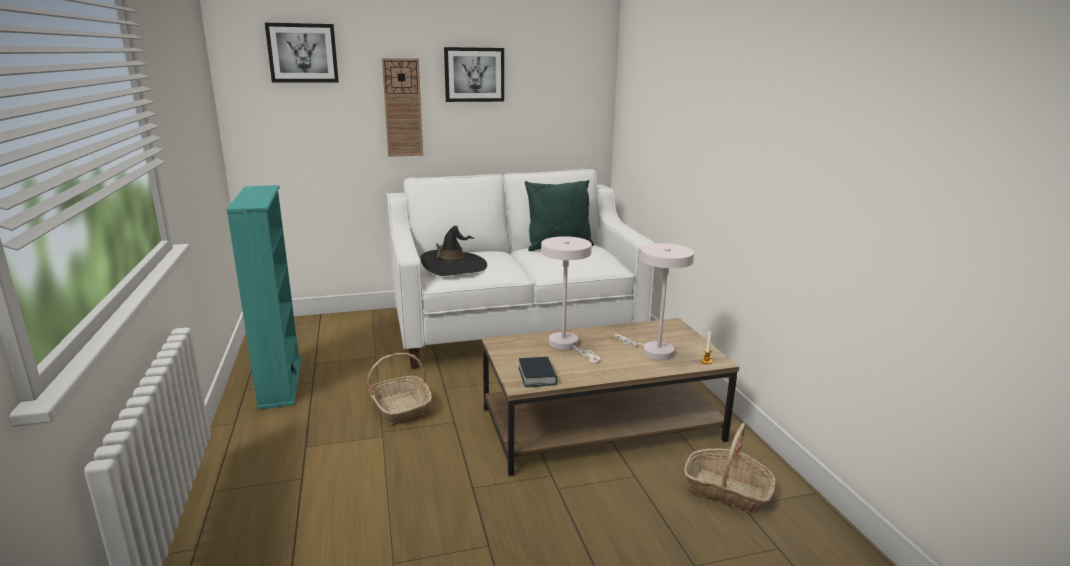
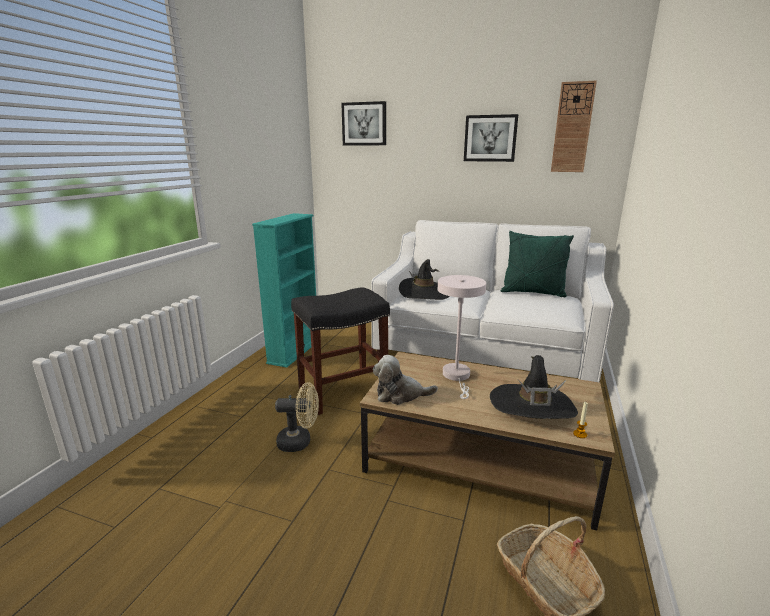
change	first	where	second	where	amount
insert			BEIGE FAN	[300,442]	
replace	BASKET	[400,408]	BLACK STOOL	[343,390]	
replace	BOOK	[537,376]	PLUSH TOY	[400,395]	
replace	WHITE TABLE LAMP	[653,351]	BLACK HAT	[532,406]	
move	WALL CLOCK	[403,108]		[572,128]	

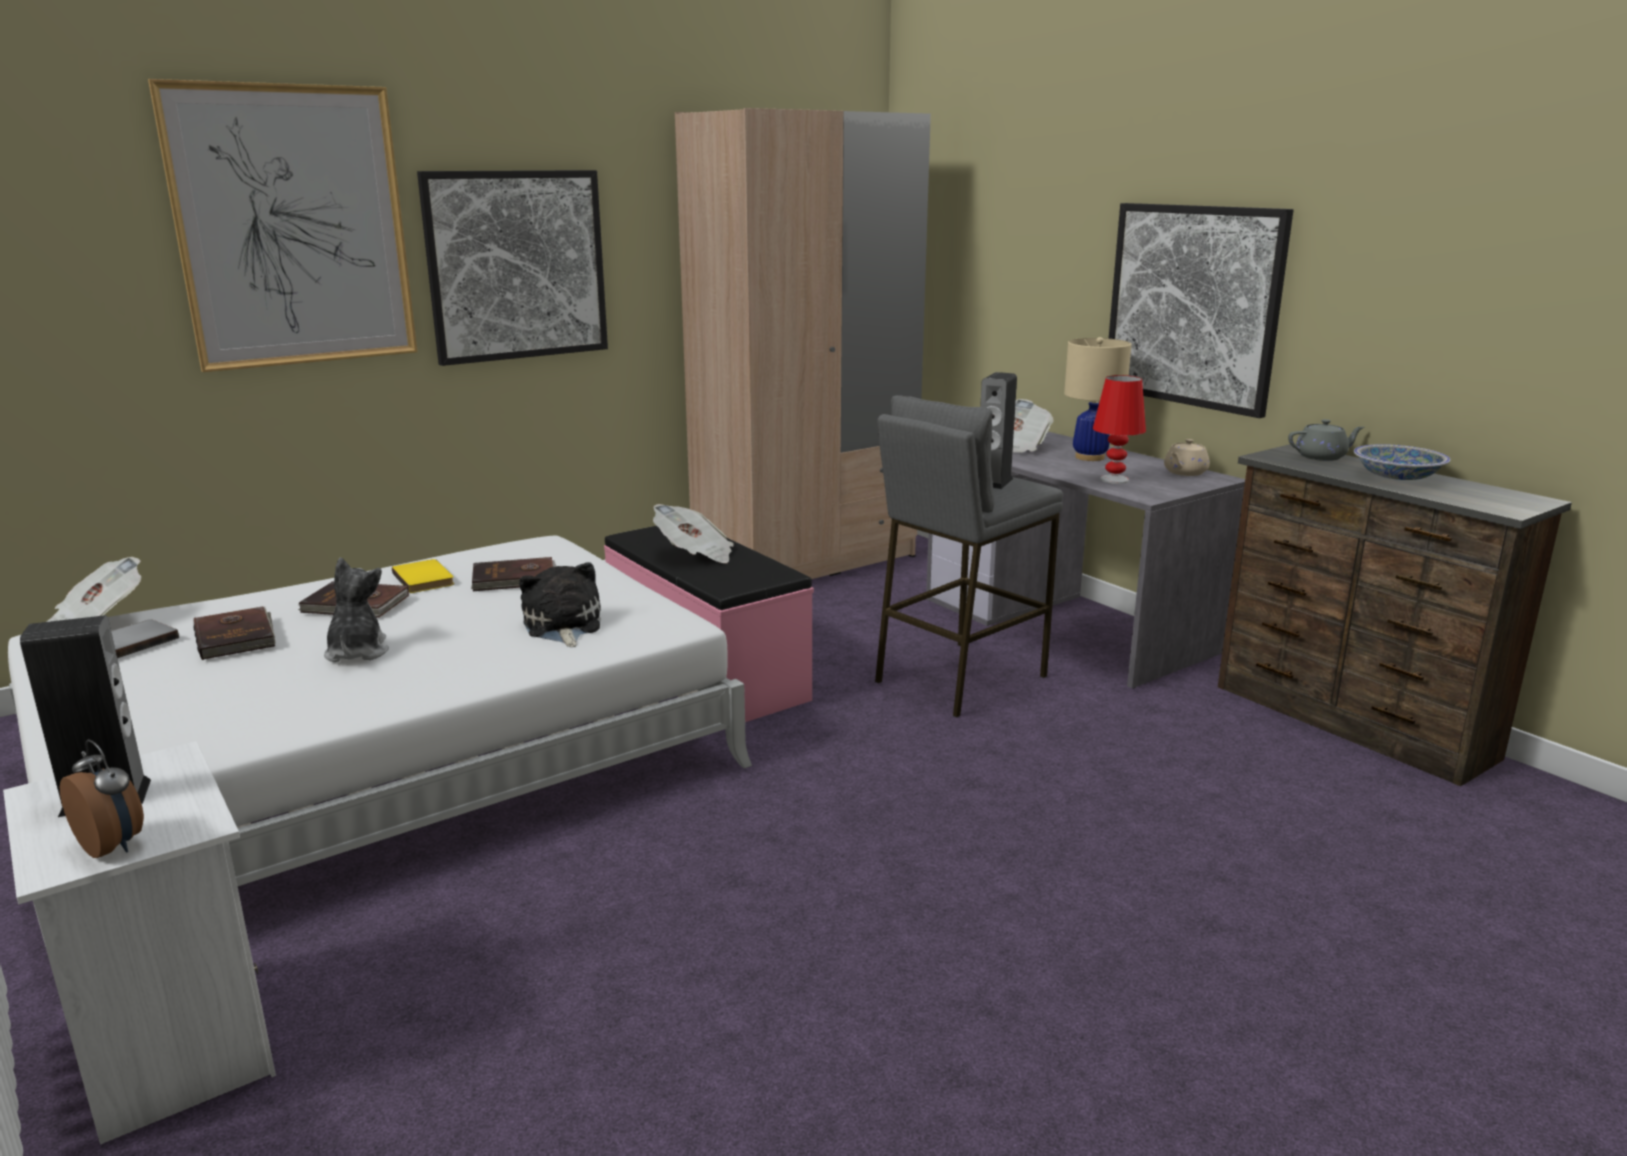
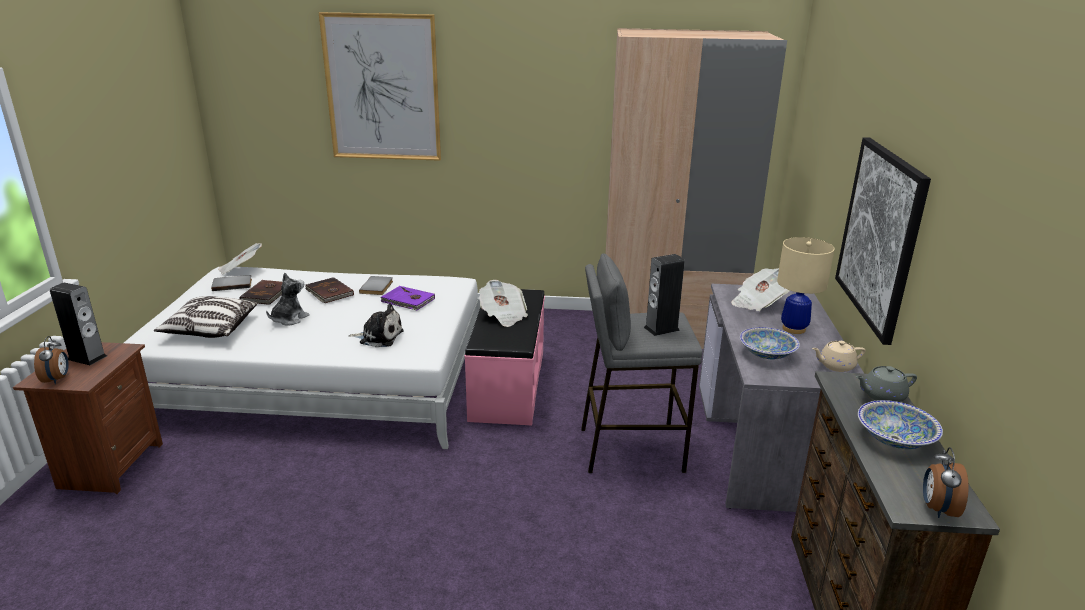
change	first	where	second	where	amount
recolor	WHITE NIGHTSTAND	[170,1052]	BROWN NIGHTSTAND	[109,466]	
insert			PILLOW	[210,329]	
rotate	PLUSH TOY	[562,626]		[379,337]	75 degrees clockwise
recolor	YELLOW BOOK	[426,578]	GREY BOOK	[378,287]	
recolor	BROWN BOOK	[515,579]	PURPLE BOOK	[408,300]	
replace	RED TABLE LAMP	[1114,480]	BOWL	[767,354]	
rotate	GREY TEAPOT	[1322,457]		[882,396]	135 degrees clockwise
insert			ALARM CLOCK	[937,509]	
delete	PICTURE	[517,265]			

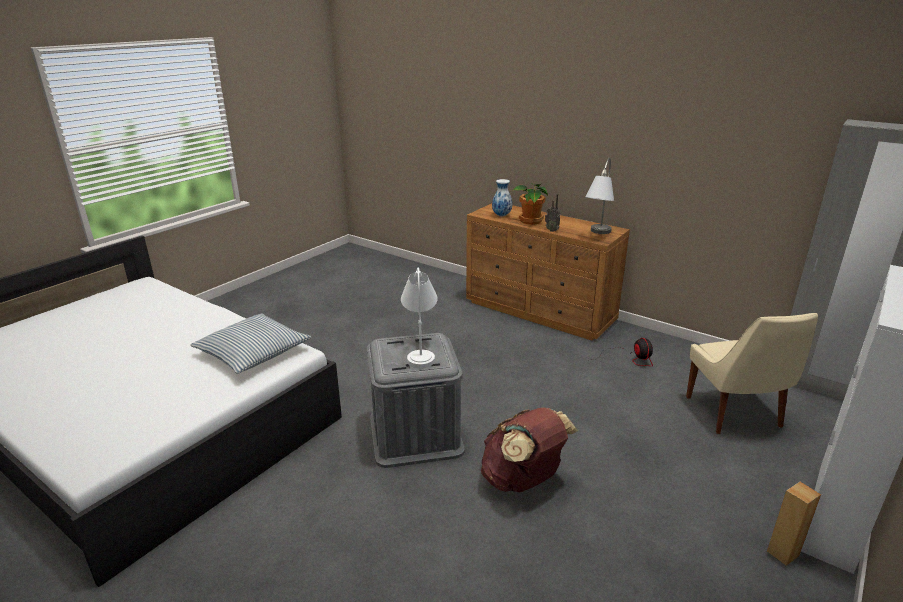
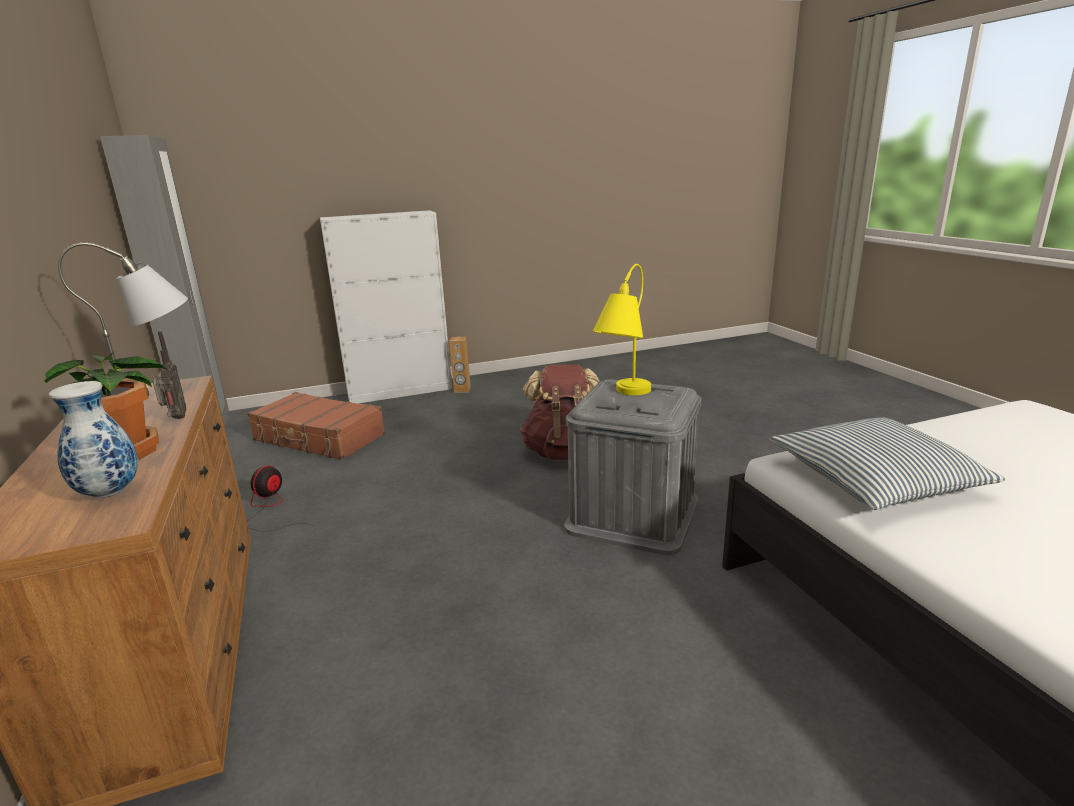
change	first	where	second	where	amount
replace	BEIGE CHAIR	[734,414]	BROWN SUITCASE	[319,438]	
recolor	WHITE TABLE LAMP	[421,350]	YELLOW TABLE LAMP	[623,397]	

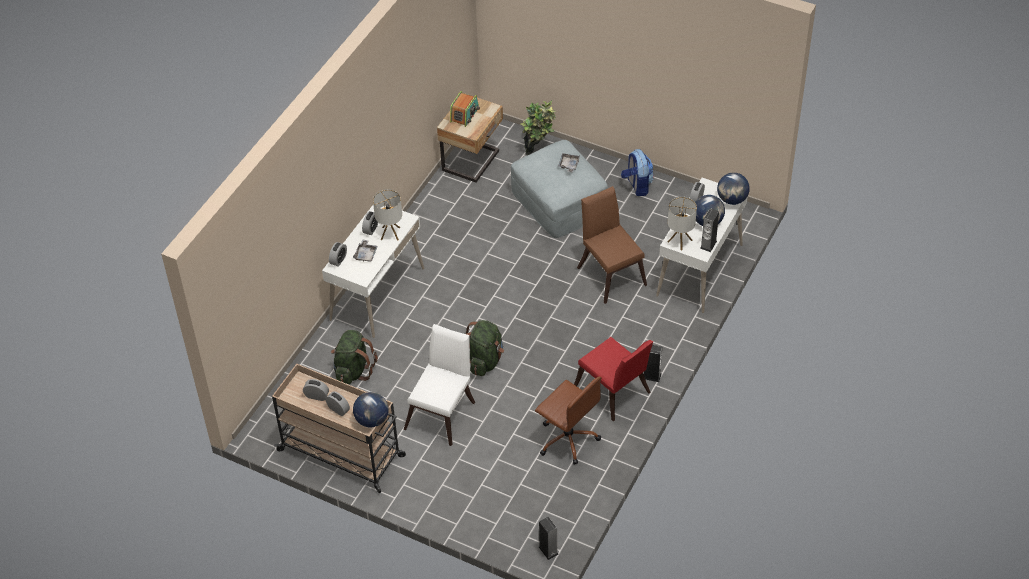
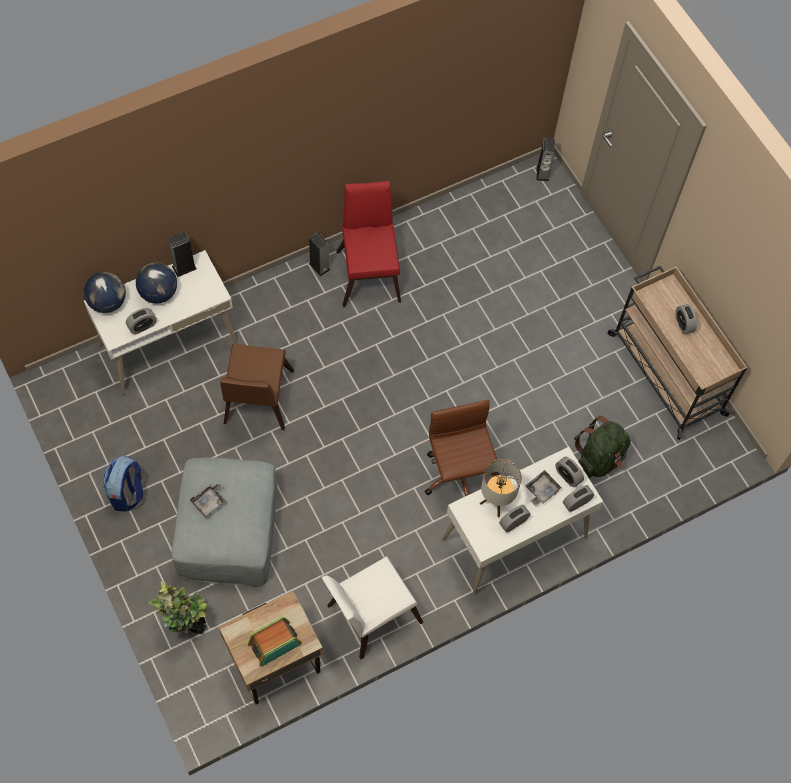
change	first	where	second	where	amount
move	WHITE CHAIR	[443,412]		[368,616]	
move	BROWN OFFICE CHAIR	[567,438]		[459,476]	
move	ALARM CLOCK	[316,396]		[568,476]	
delete	GLOBE	[372,420]			
delete	GREEN BACKPACK	[484,360]			
delete	TABLE LAMP	[680,241]			

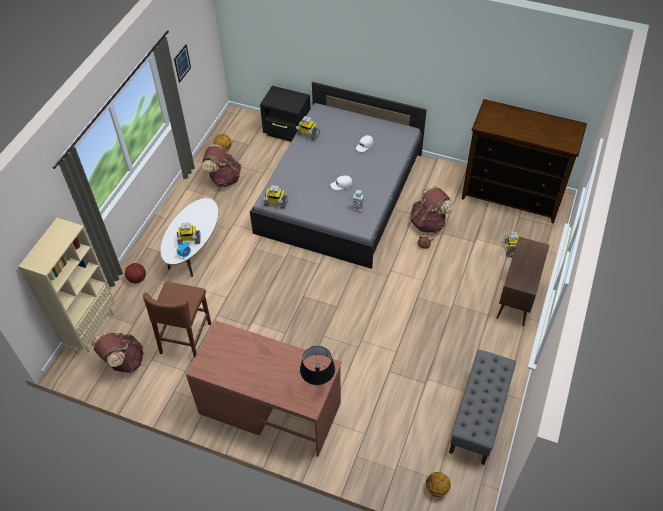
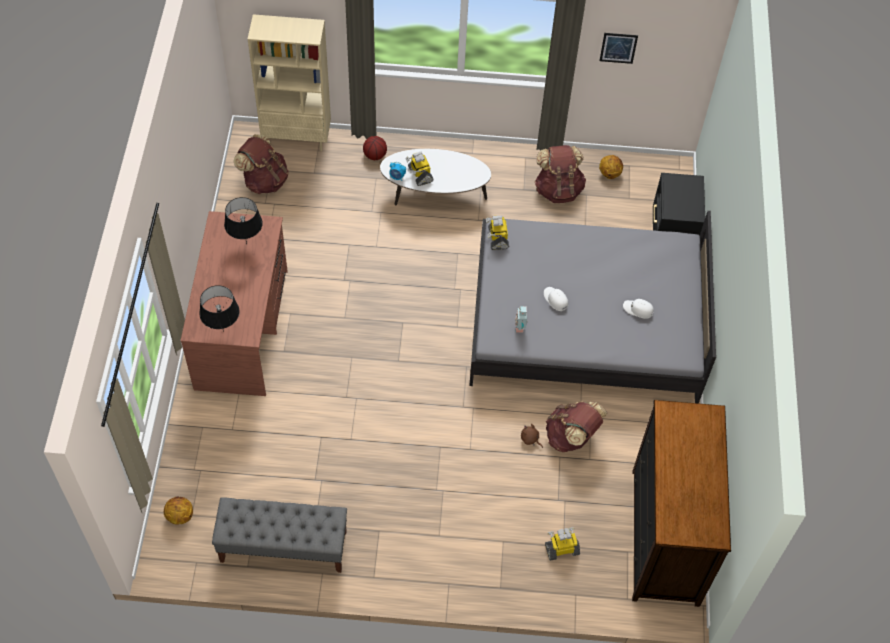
change	first	where	second	where	amount
insert			BLACK TABLE LAMP	[246,244]	
delete	BROWN STOOL	[186,338]			
delete	TOY ROBOT	[308,134]			
delete	BROWN CABINET	[516,299]			

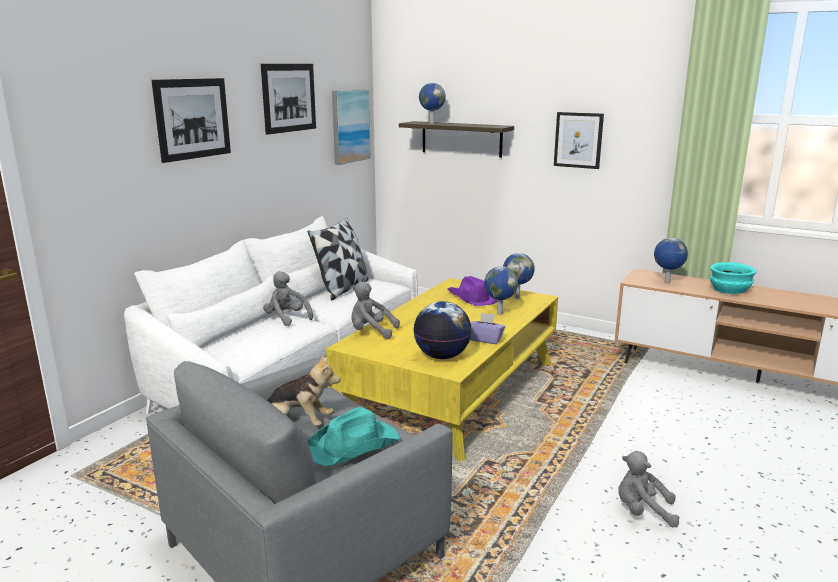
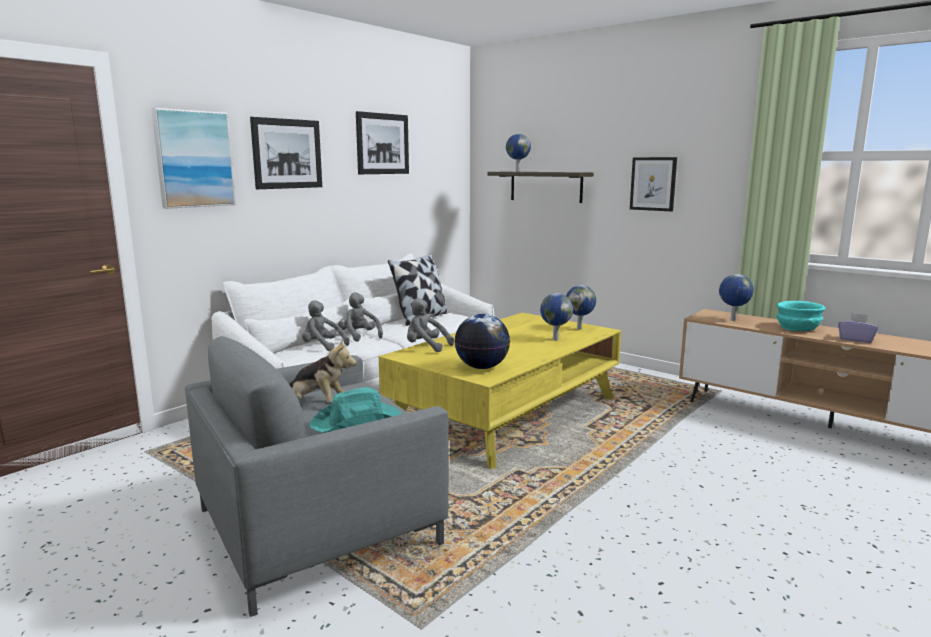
change	first	where	second	where	amount
move	PICTURE	[350,126]		[194,159]	
move	GREY PLUSH TOY	[642,511]		[322,346]	
move	PURPLE TISSUE BOX	[485,339]		[855,339]	
delete	PURPLE HAT	[472,298]			

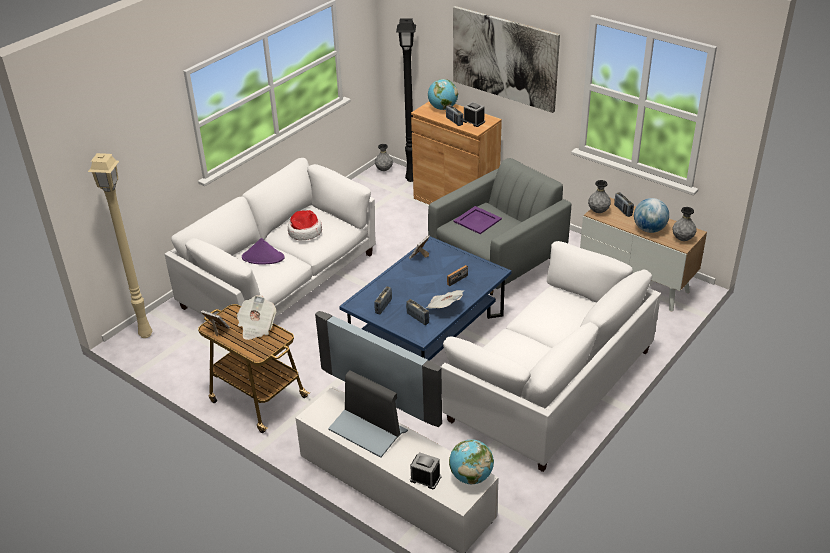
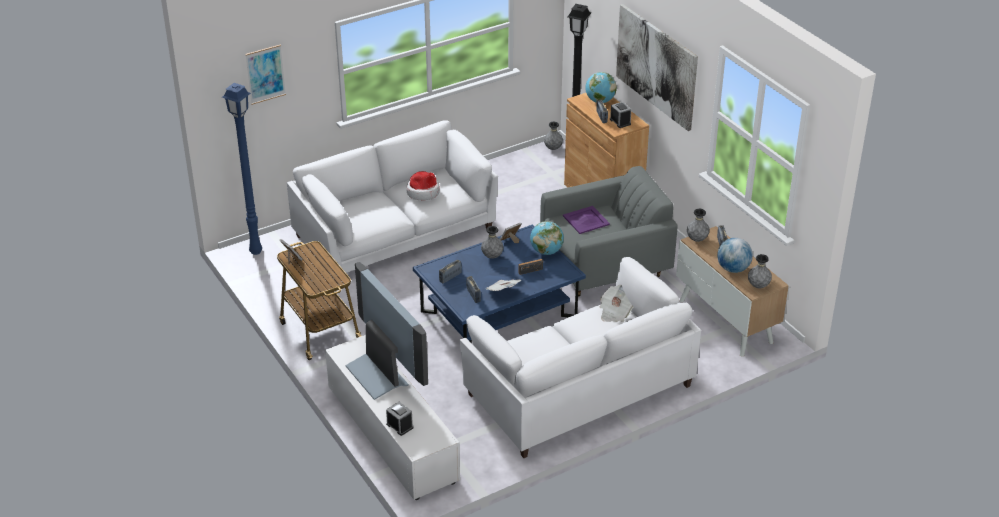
change	first	where	second	where	amount
recolor	BEIGE FLOOR LAMP	[147,334]	BLUE FLOOR LAMP	[257,251]	
insert			PICTURE	[265,74]	
insert			GREY VASE	[492,256]	
move	GLOBE	[471,476]		[546,251]	
move	NEWSPAPER	[256,326]		[615,312]	
delete	PURPLE HAT	[263,257]			

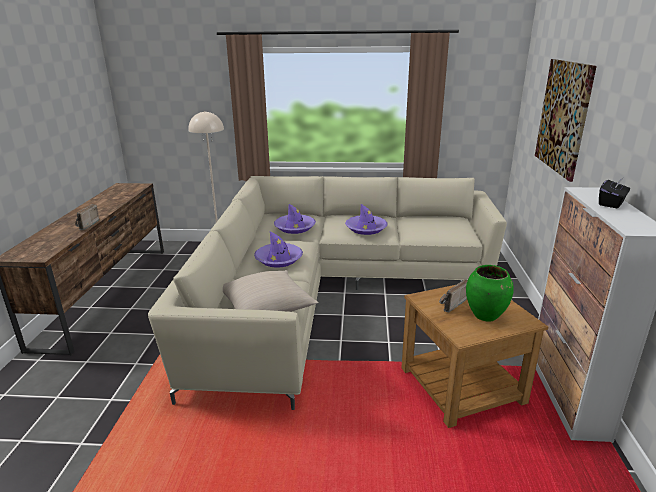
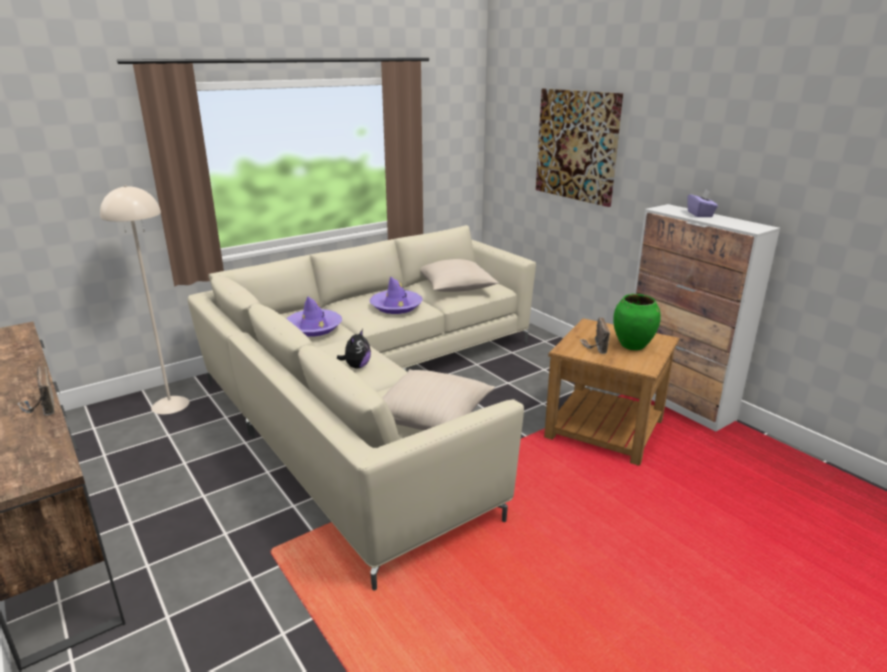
change	first	where	second	where	amount
replace	PURPLE HAT	[279,259]	PLUSH TOY	[356,366]	
insert			BEIGE PILLOW	[456,287]	
recolor	BLACK TISSUE BOX	[611,203]	PURPLE TISSUE BOX	[700,214]	

